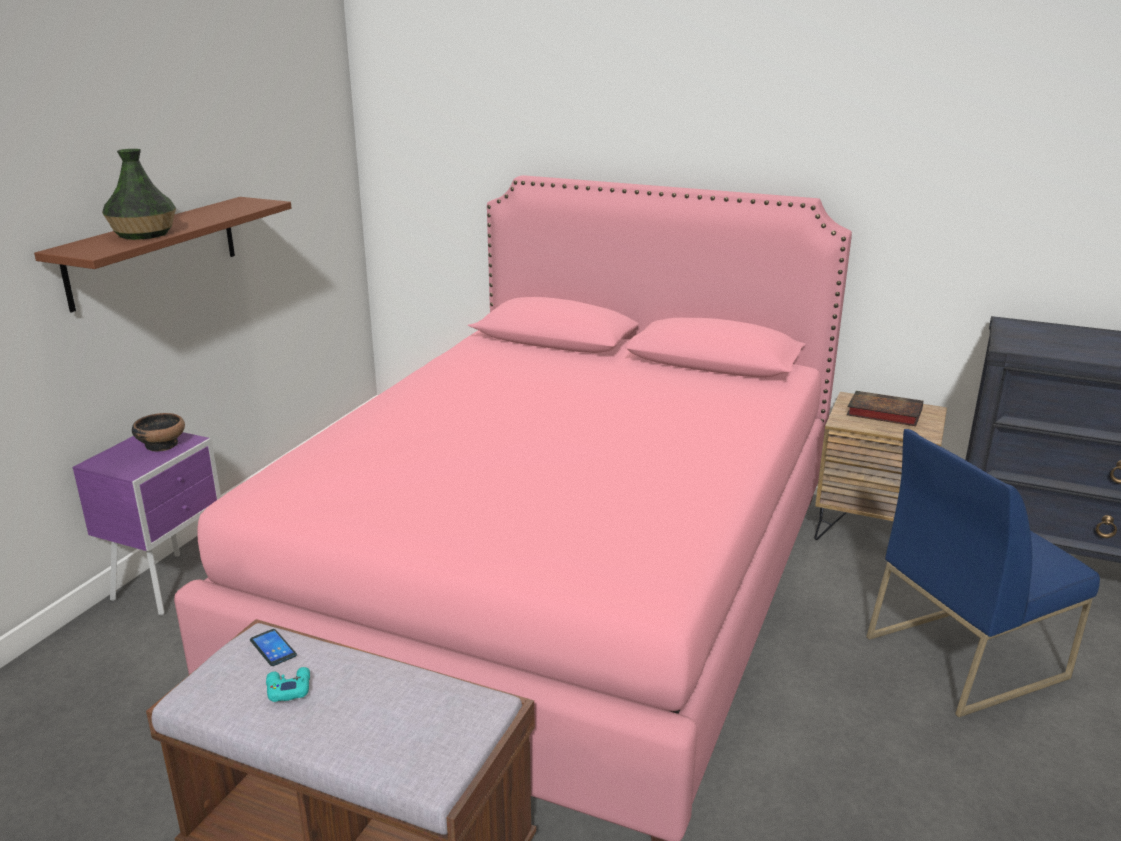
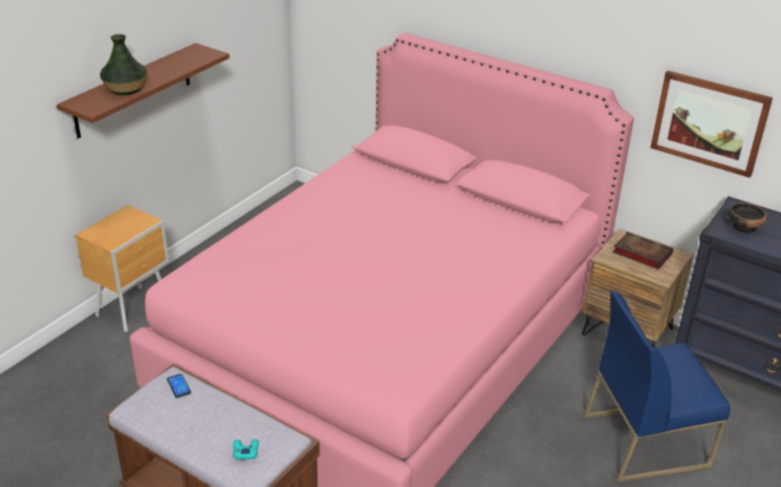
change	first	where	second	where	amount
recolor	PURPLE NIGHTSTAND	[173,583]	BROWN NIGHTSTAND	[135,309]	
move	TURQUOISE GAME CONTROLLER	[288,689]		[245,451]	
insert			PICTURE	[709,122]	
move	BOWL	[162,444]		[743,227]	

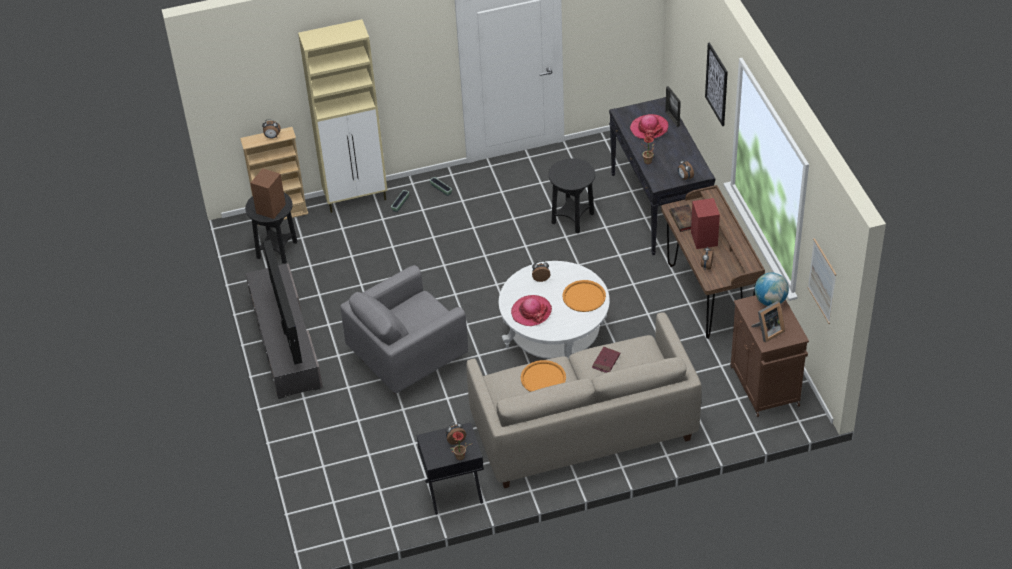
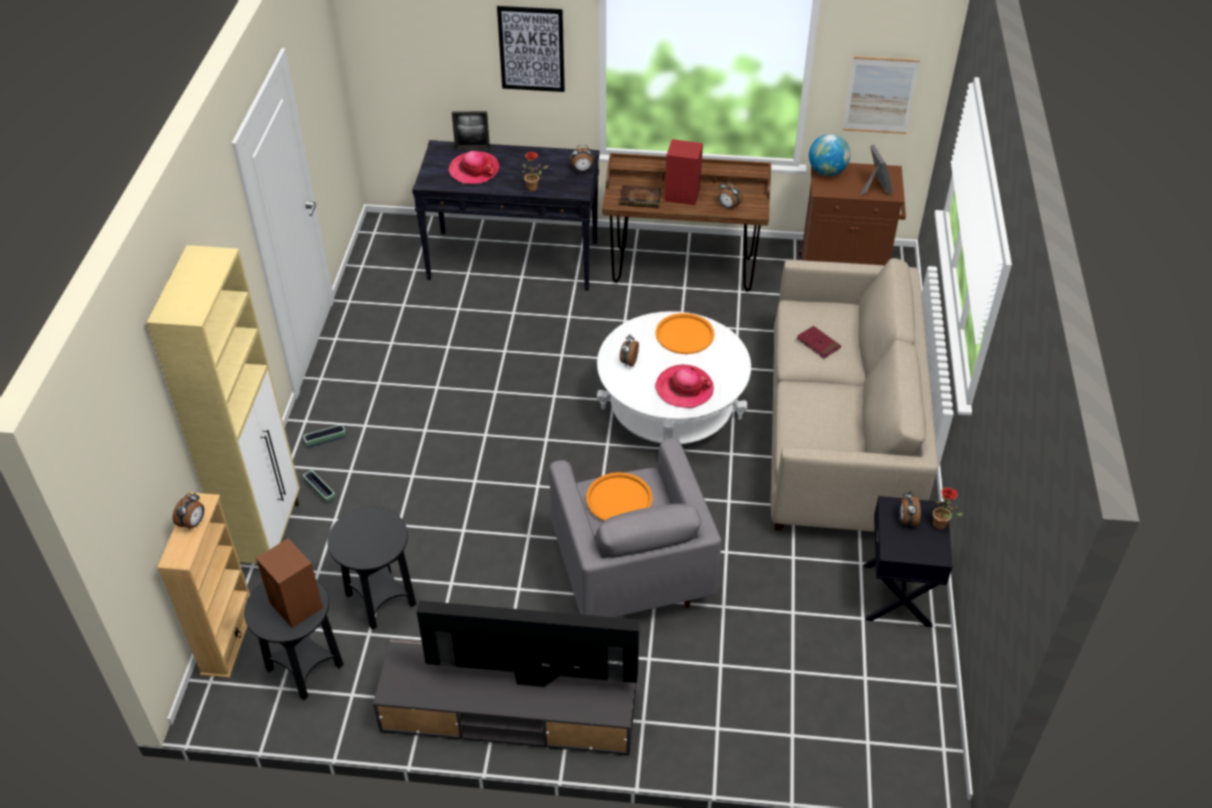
change	first	where	second	where	amount
move	BLACK SIDE TABLE	[572,218]		[380,600]	
move	ORANGE TRAY	[543,378]		[619,499]	

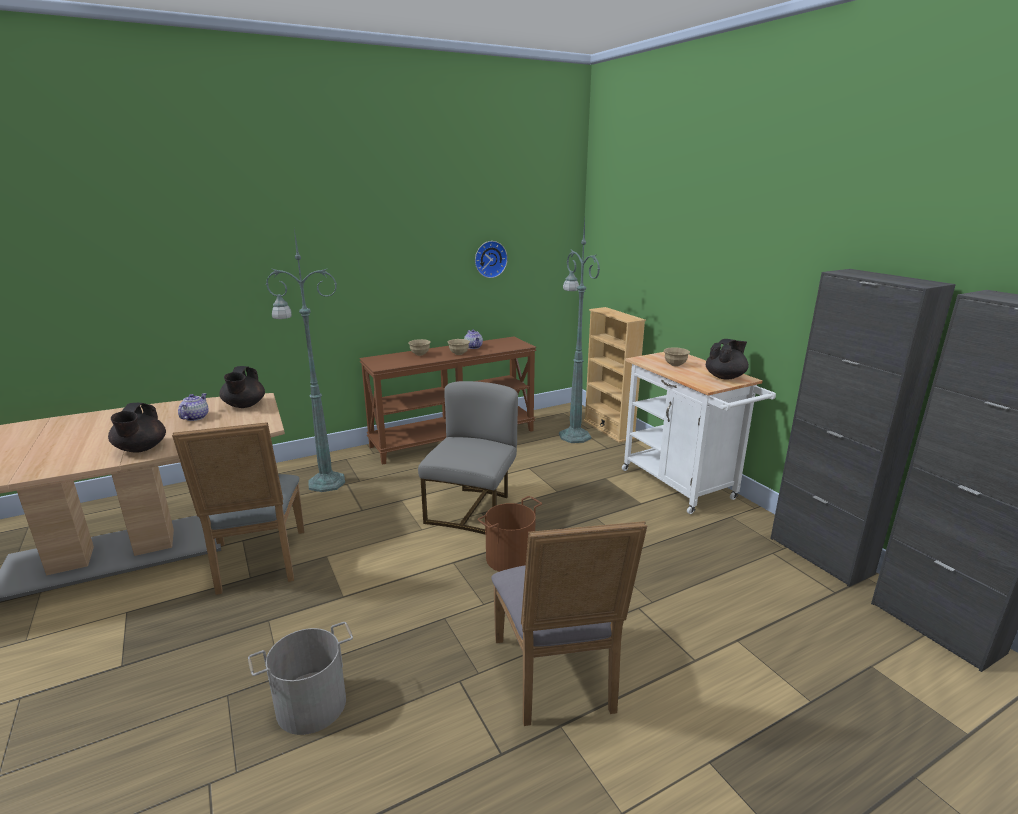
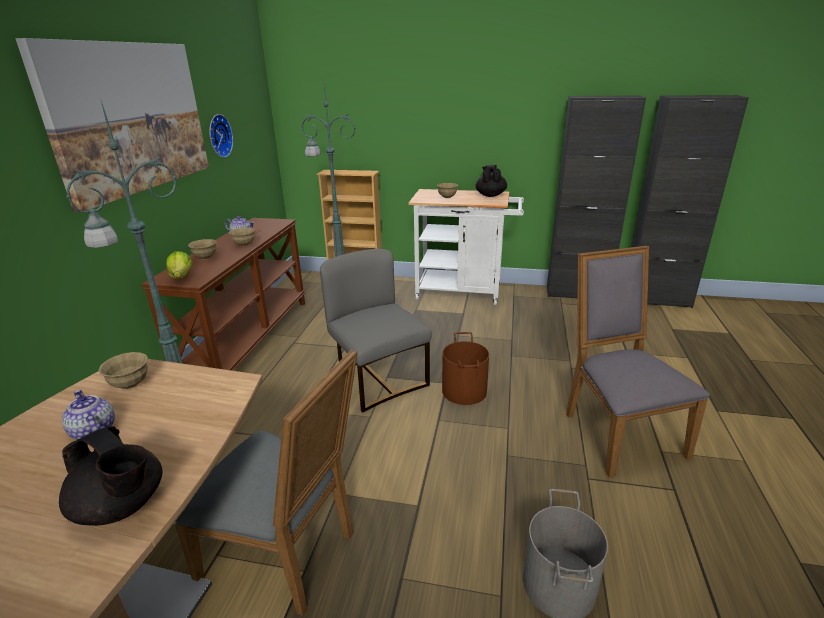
change	first	where	second	where	amount
insert			PICTURE	[131,118]	
replace	BLACK TEAPOT	[244,405]	BEIGE BOWL	[130,384]	
insert			LETTUCE	[181,277]	
rotate	GREY CHAIR	[558,679]		[617,431]	135 degrees counterclockwise

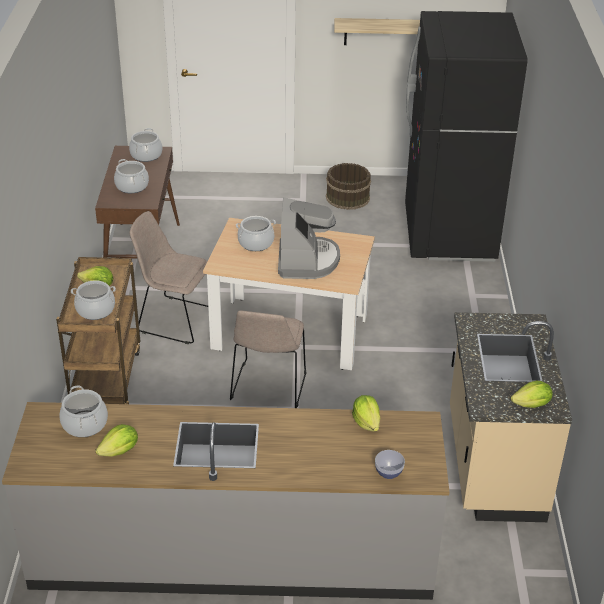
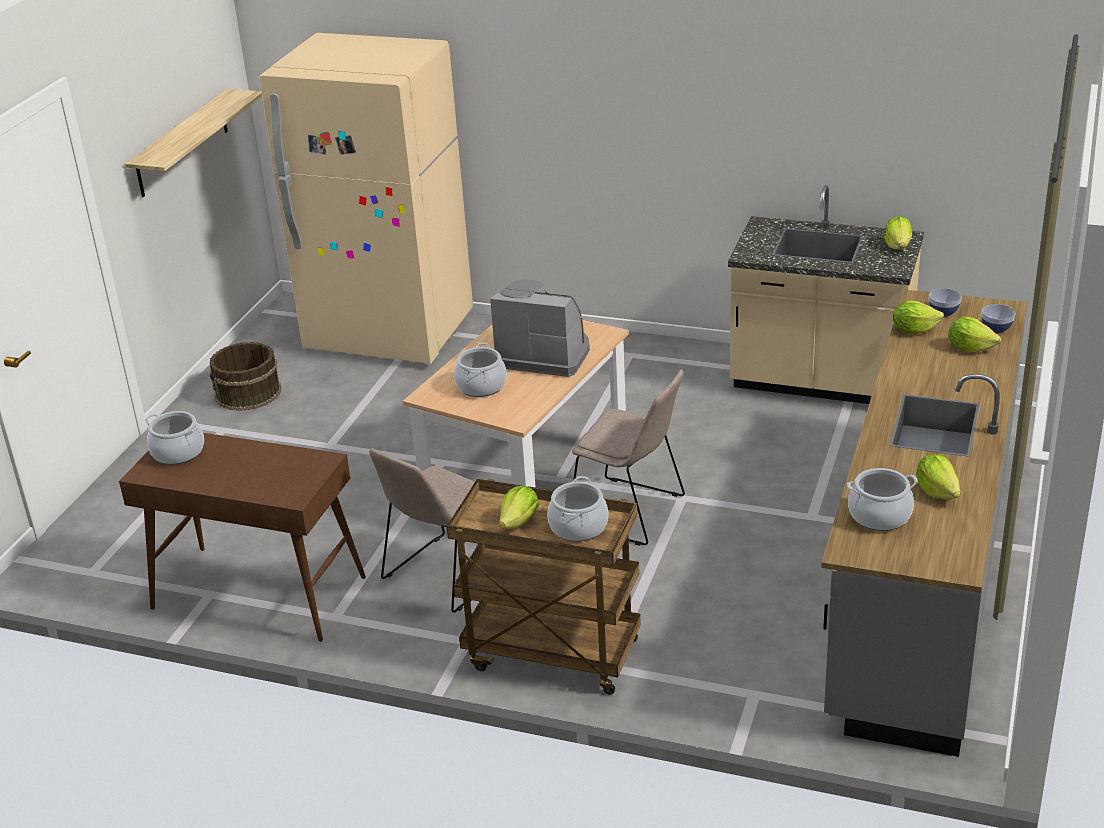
change	first	where	second	where	amount
recolor	BLACK FRIDGE	[449,234]	BEIGE FRIDGE	[390,334]	
insert			BOWL	[943,312]	
insert			LETTUCE	[970,348]	
delete	COOKING POT	[132,186]			

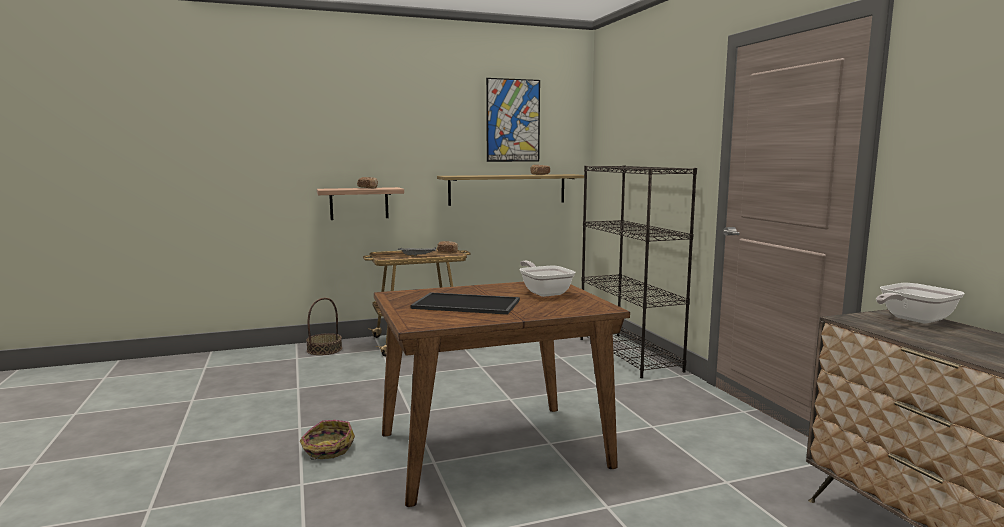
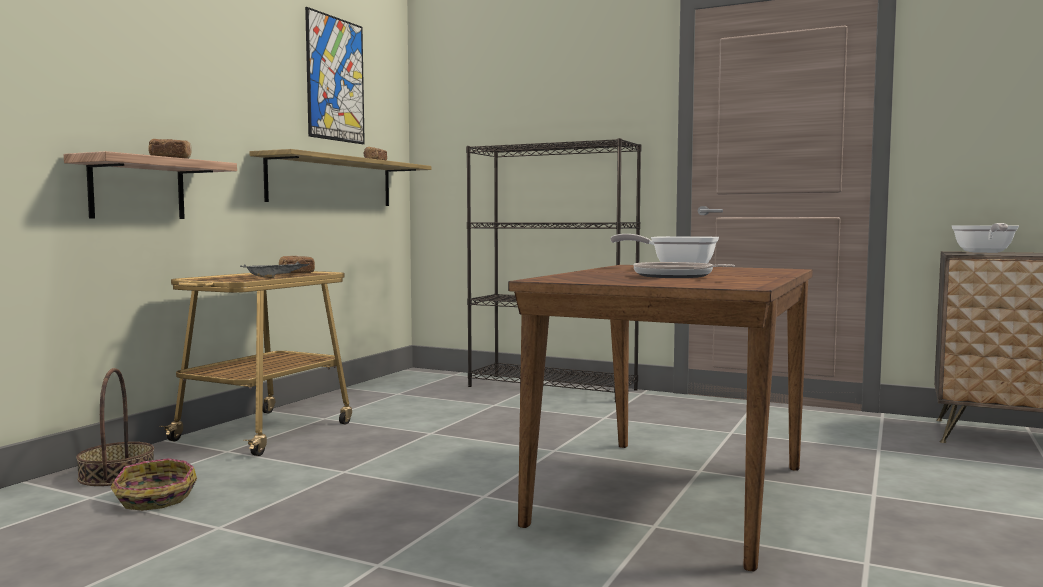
change	first	where	second	where	amount
move	BASKET	[327,449]		[154,500]	
replace	TRAY	[465,304]	FRYING PAN	[676,276]	

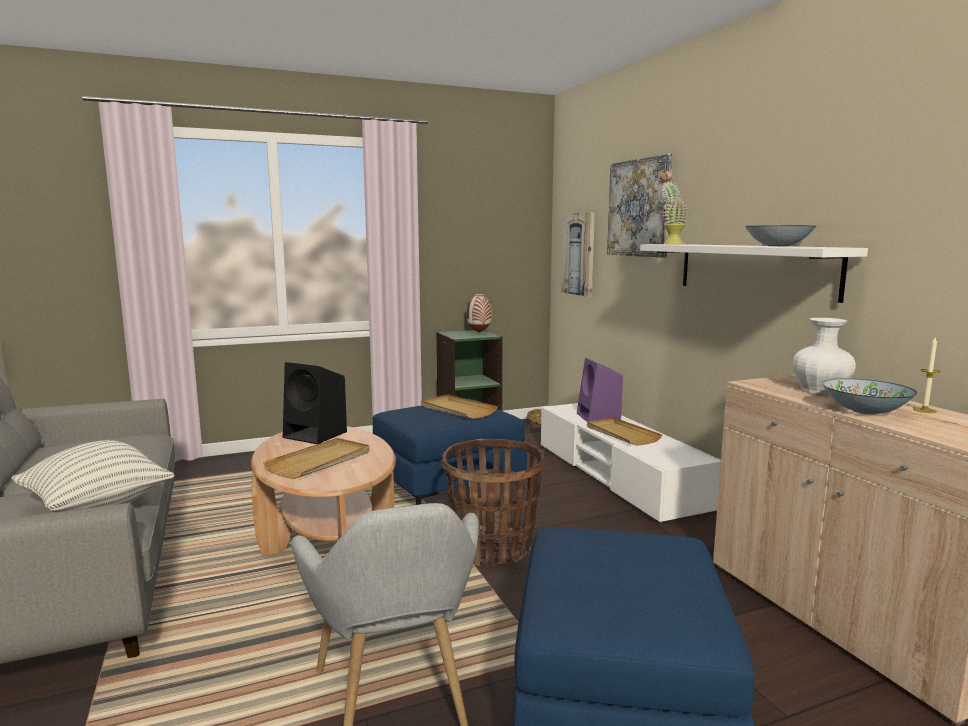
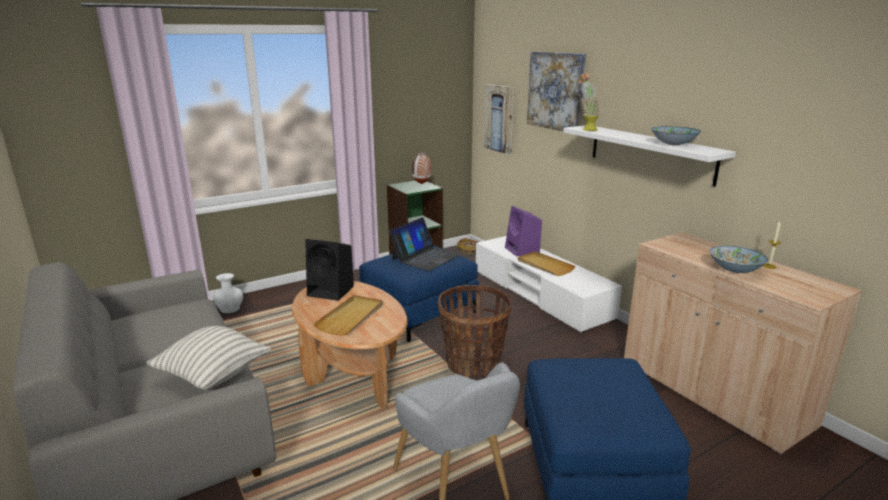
change	first	where	second	where	amount
move	WHITE VASE	[821,390]		[230,309]	
replace	BEIGE TRAY	[457,409]	LAPTOP	[425,257]	

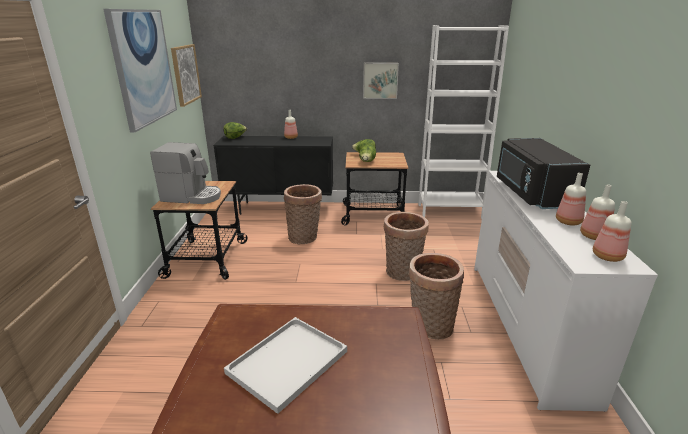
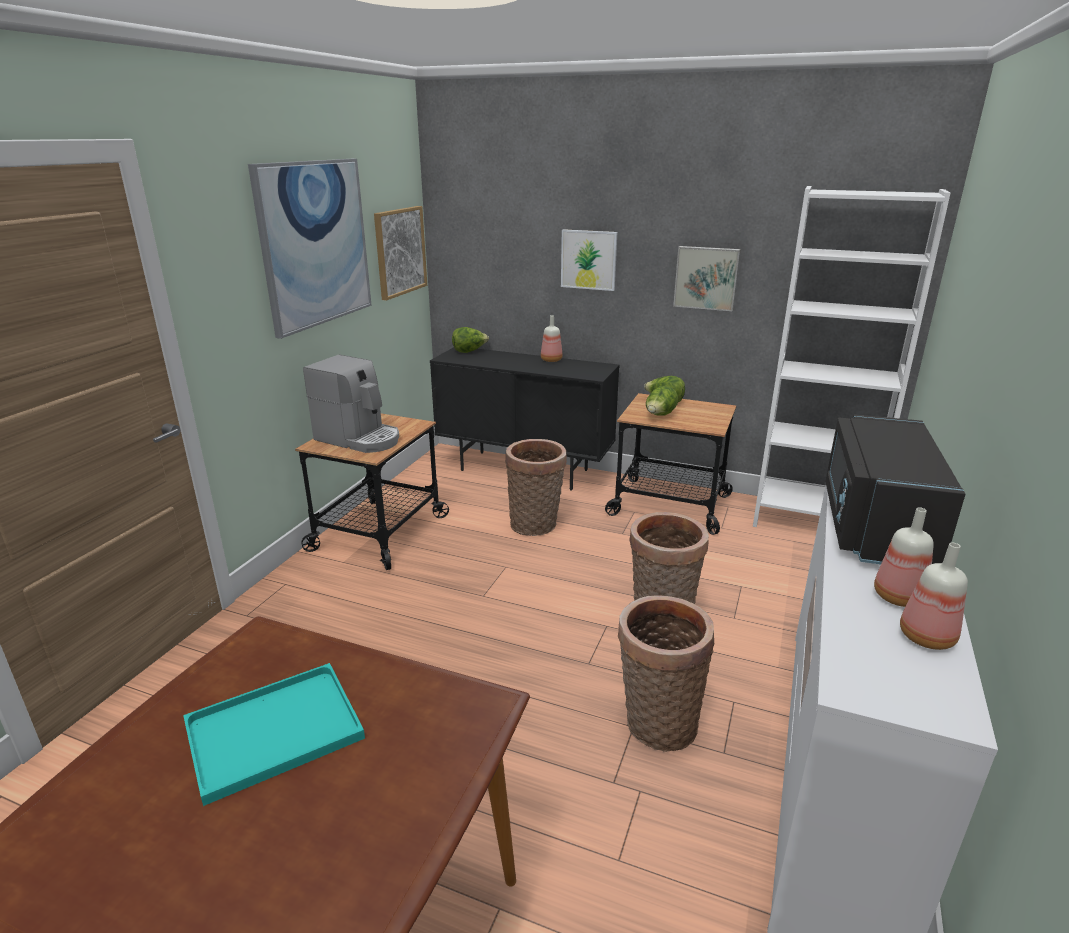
change	first	where	second	where	amount
recolor	WHITE TRAY	[288,360]	TURQUOISE TRAY	[277,728]	
insert			PICTURE	[588,260]	
delete	BOTTLE	[606,257]			

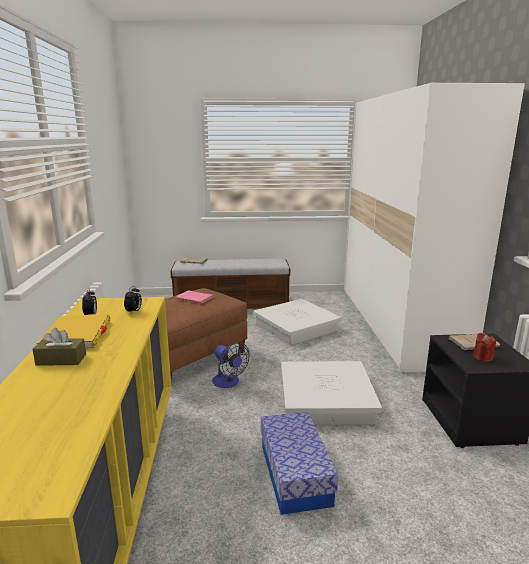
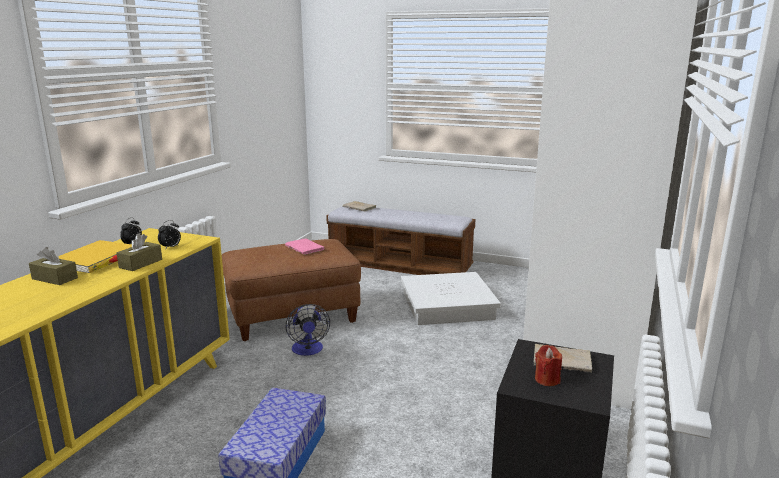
change	first	where	second	where	amount
insert			BROWN TISSUE BOX	[140,263]	
delete	WHITE STORAGE BOX	[326,399]			

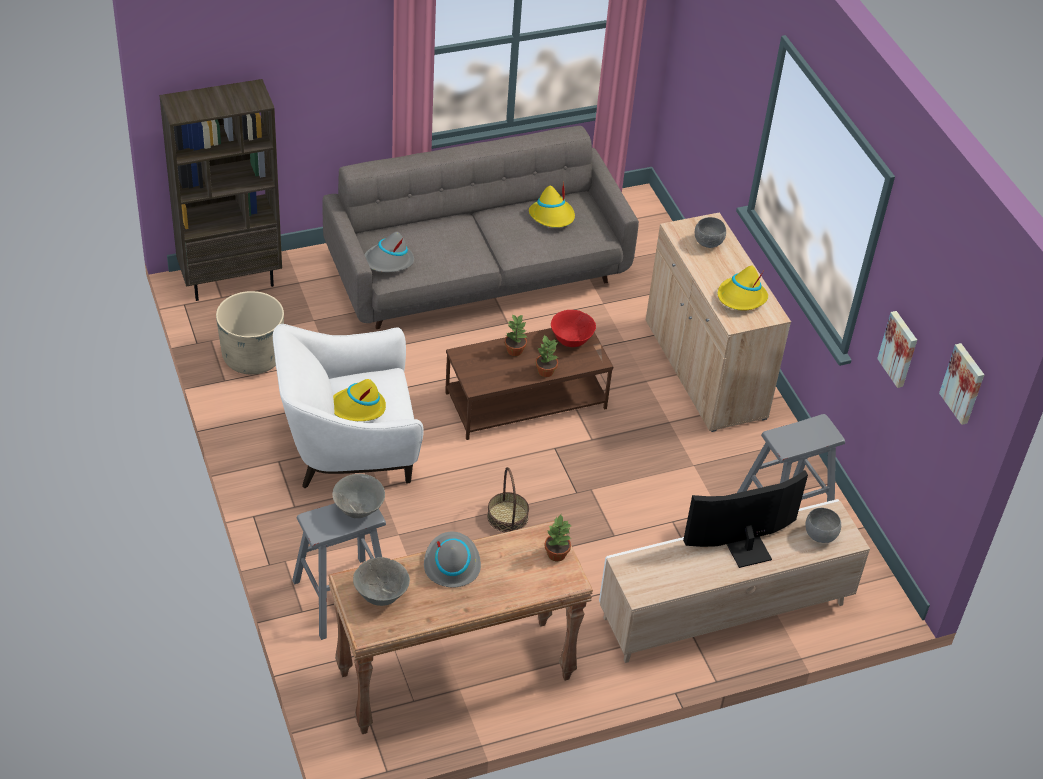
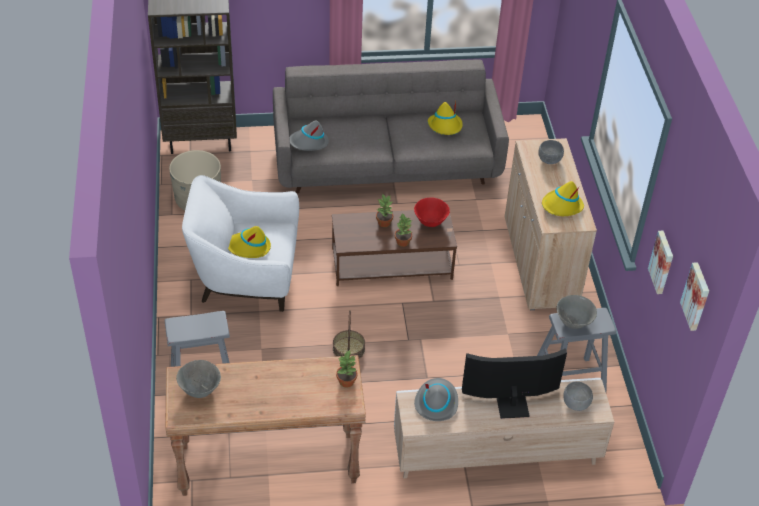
change	first	where	second	where	amount
move	GREY HAT	[451,563]		[436,402]	
move	GREY BOWL	[359,509]		[574,322]	

